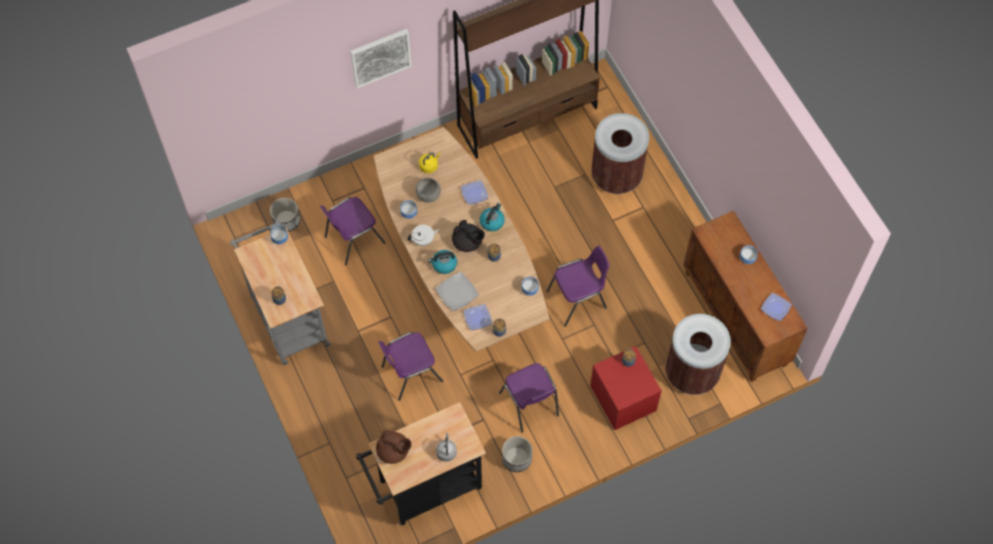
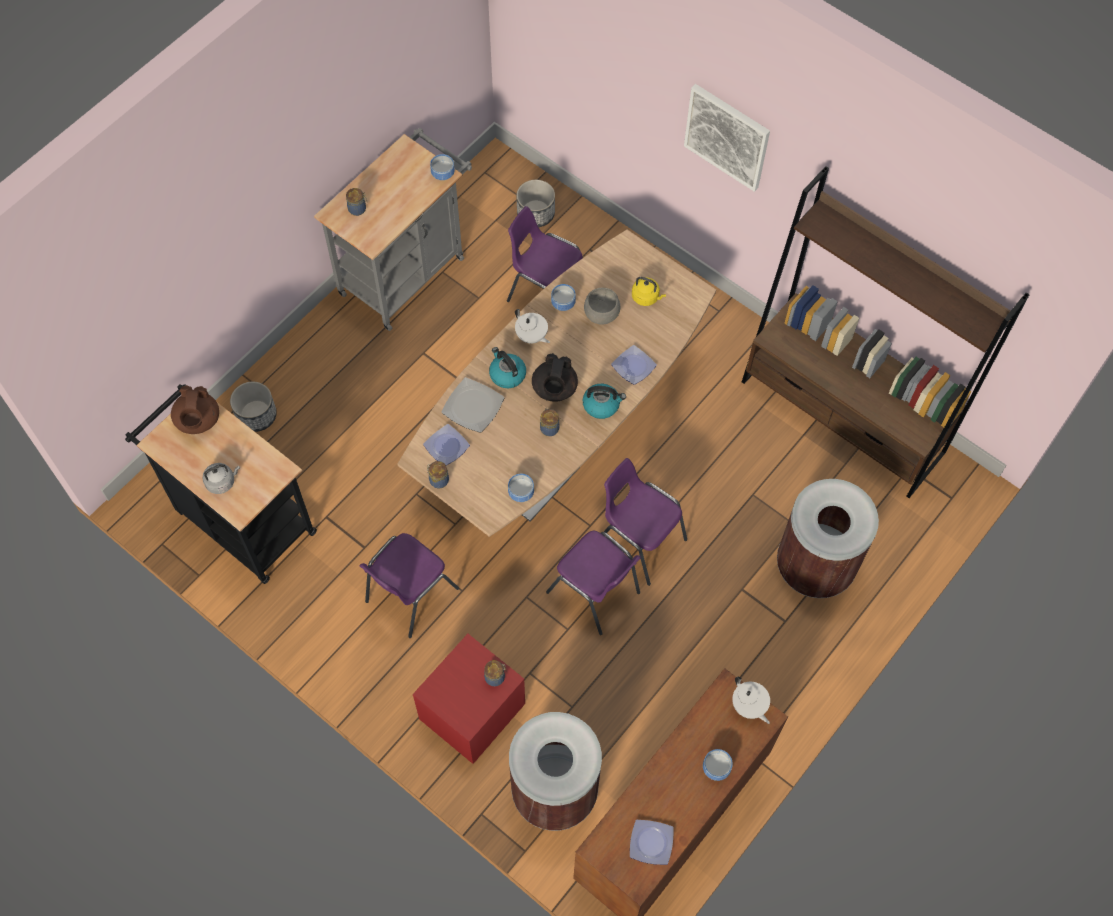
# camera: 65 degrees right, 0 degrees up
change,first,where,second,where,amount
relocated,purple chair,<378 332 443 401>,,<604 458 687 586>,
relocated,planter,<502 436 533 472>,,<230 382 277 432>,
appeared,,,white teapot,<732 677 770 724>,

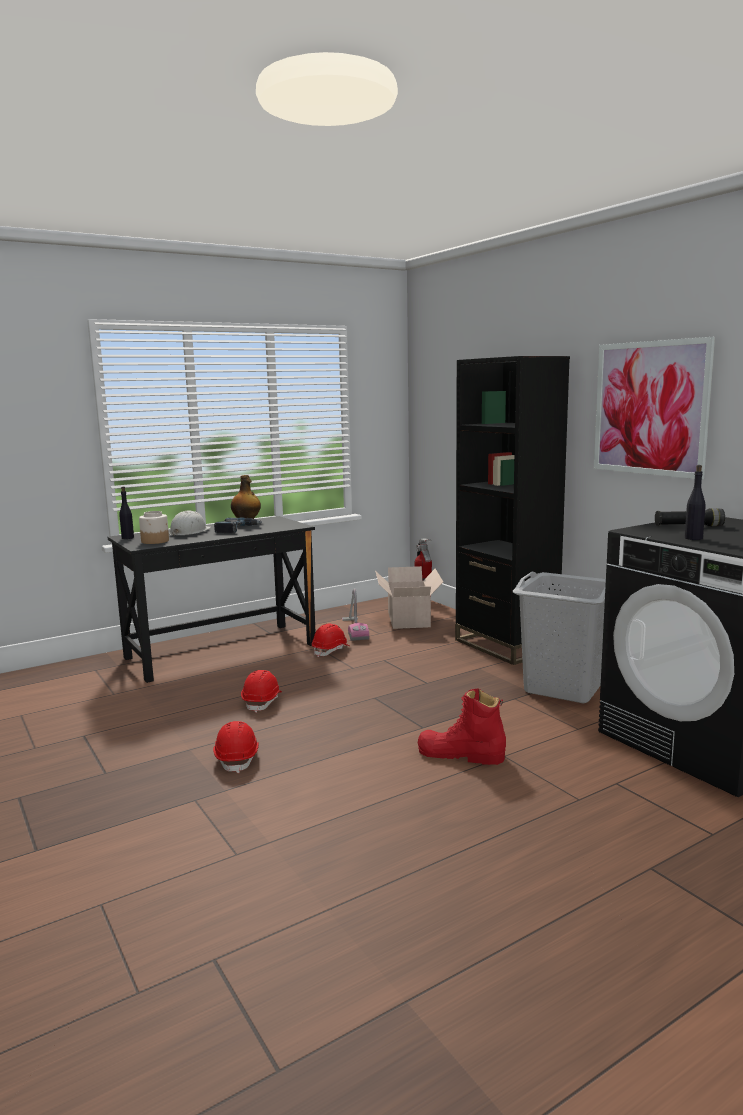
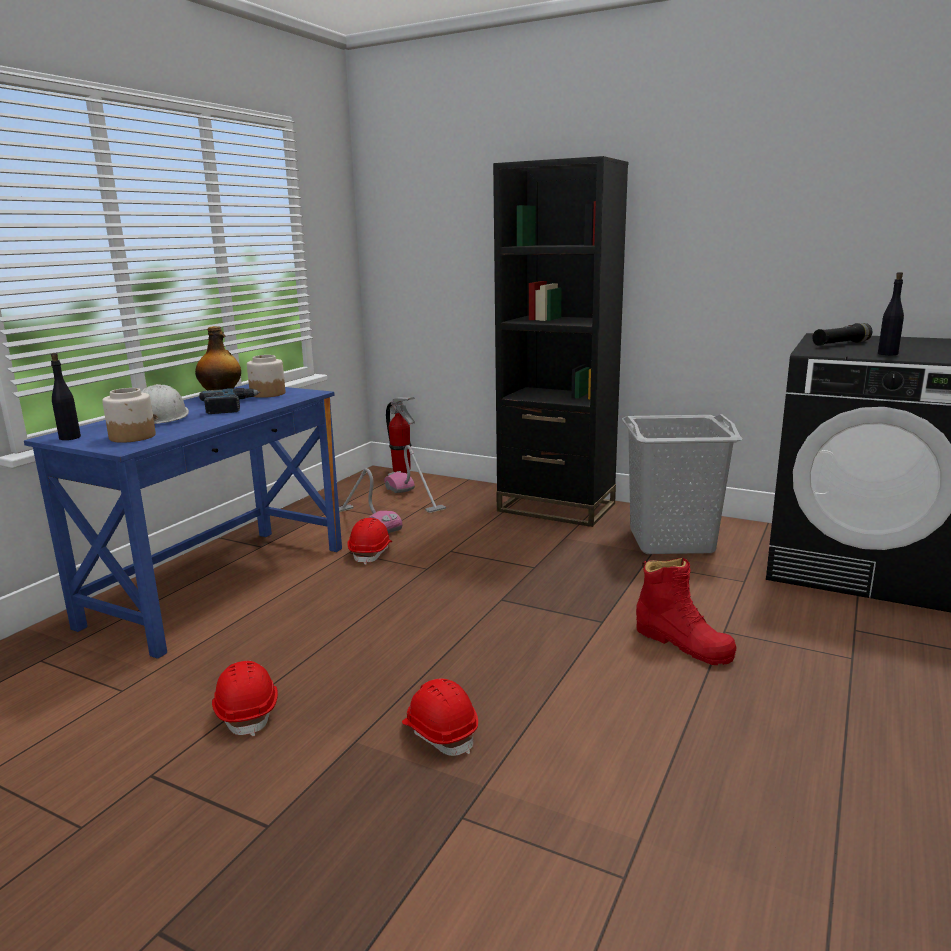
# camera: 30 degrees left, 5 degrees up
change,first,where,second,where,amount
colour,black desk,<108 516 316 683>,blue desk,<24 384 342 659>,
relocated,red hard hat,<241 670 282 713>,,<212 661 278 737>,
exchanged,cardboard box,<375 566 443 629>,vacuum cleaner,<384 445 446 513>,
spun,red boot,<418 688 506 765>,,<636 558 736 665>,120 degrees counterclockwise
missing,picture,<594 337 715 479>,,,
appeared,,,jar,<247 355 285 398>,

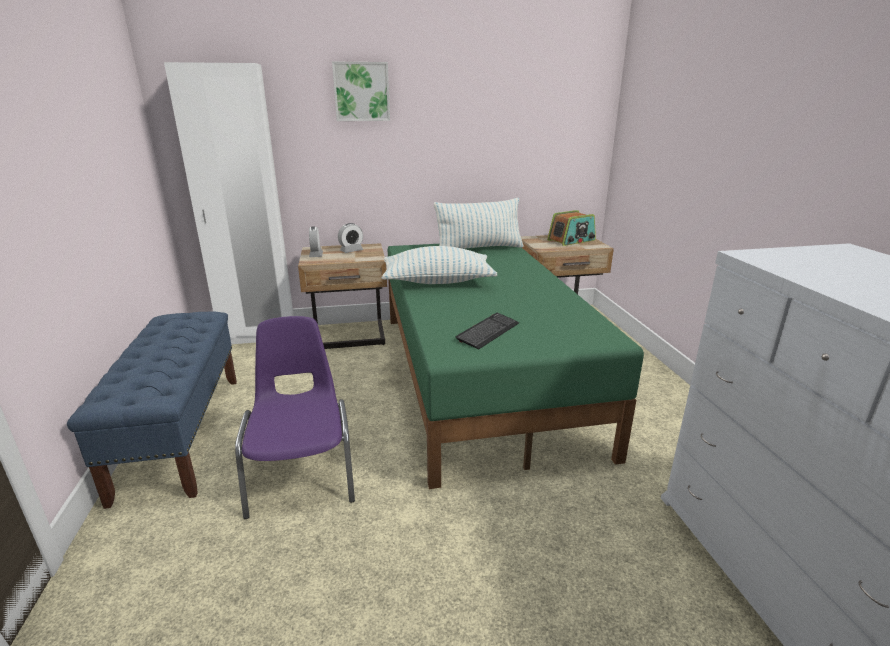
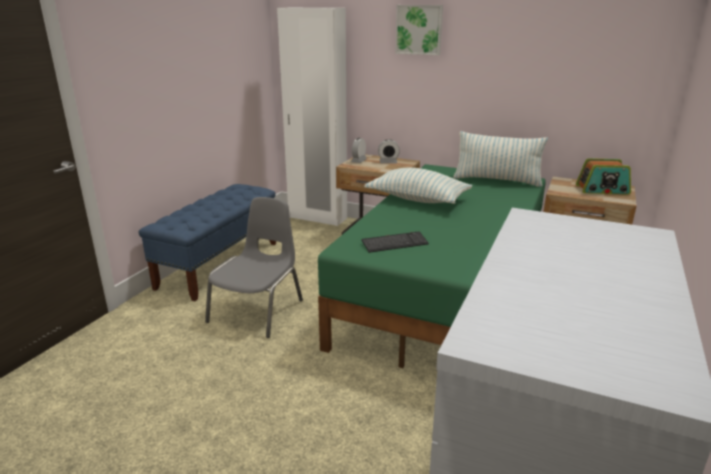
# camera: 35 degrees right, 0 degrees up
change,first,where,second,where,amount
colour,purple chair,<235 316 355 519>,grey chair,<205 197 303 338>,

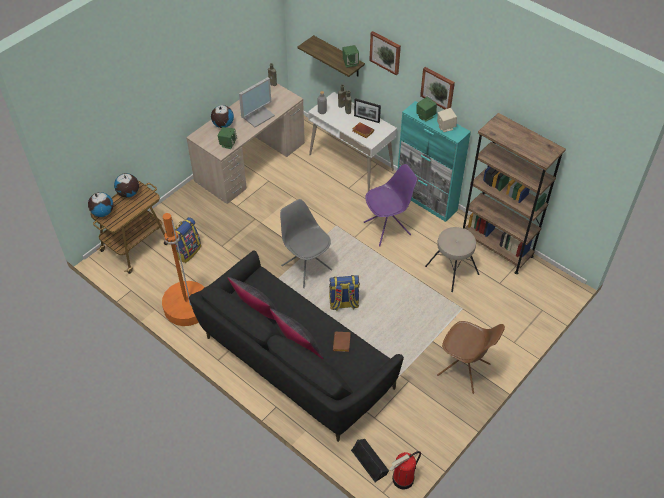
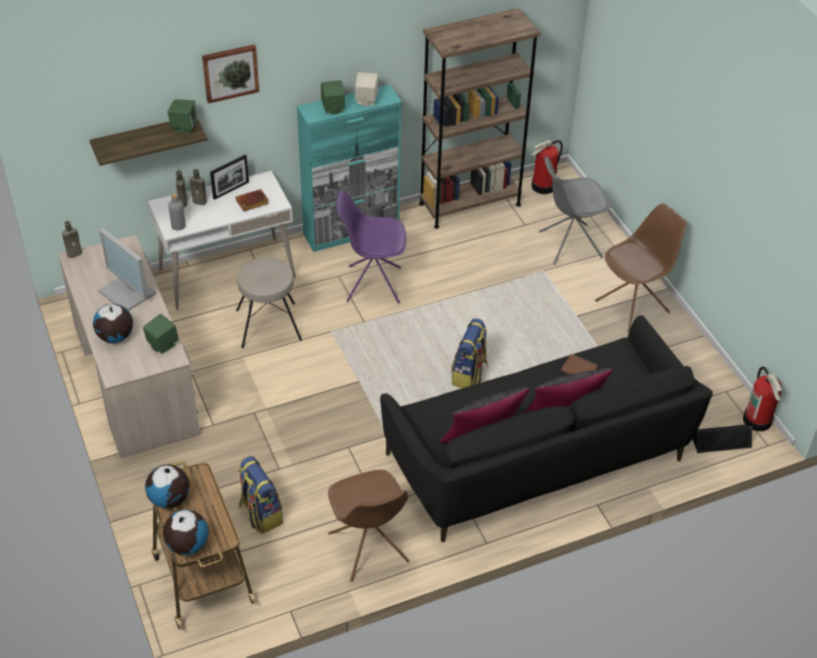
# camera: 65 degrees left, 5 degrees down
change,first,where,second,where,amount
exchanged,orange floor lamp,<162 213 205 326>,brown chair,<328 470 410 582>,
spun,monitor,<239 77 275 127>,,<99 228 156 311>,150 degrees clockwise
relocated,grey chair,<280 199 332 288>,,<539 157 610 265>,
spun,purple chair,<364 164 417 246>,,<337 190 407 304>,90 degrees counterclockwise
missing,picture,<420 67 455 109>,,,
relocated,beige stool,<425 227 479 292>,,<236 257 302 348>,
appeared,,,fire extinguisher,<531 140 563 194>,

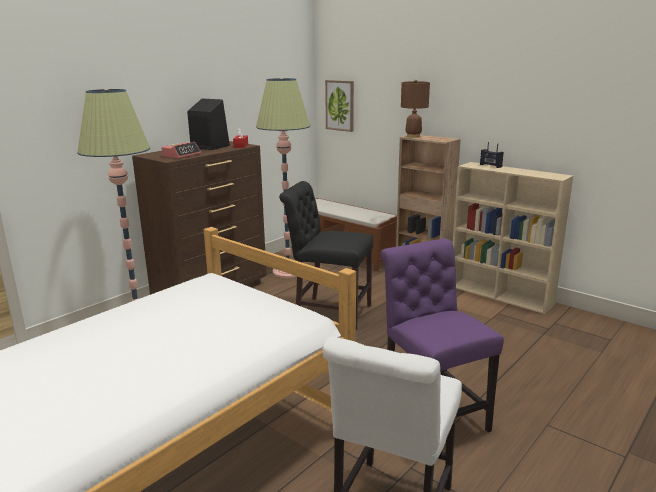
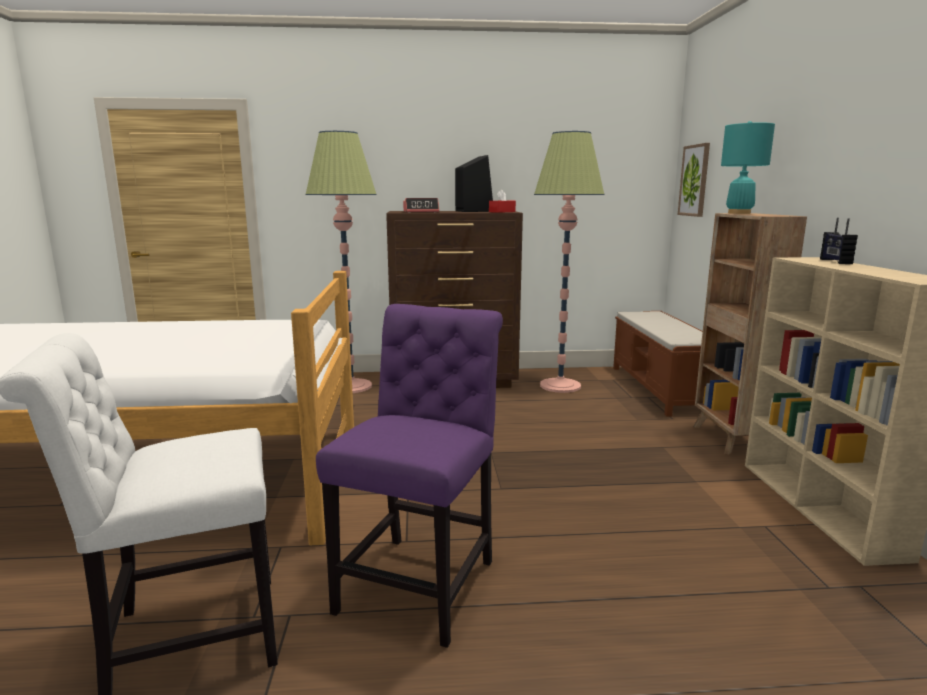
# camera: 45 degrees right, 5 degrees down
change,first,where,second,where,amount
missing,black chair,<279 181 373 330>,,,
colour,brown table lamp,<401 80 430 137>,turquoise table lamp,<721 121 775 214>,

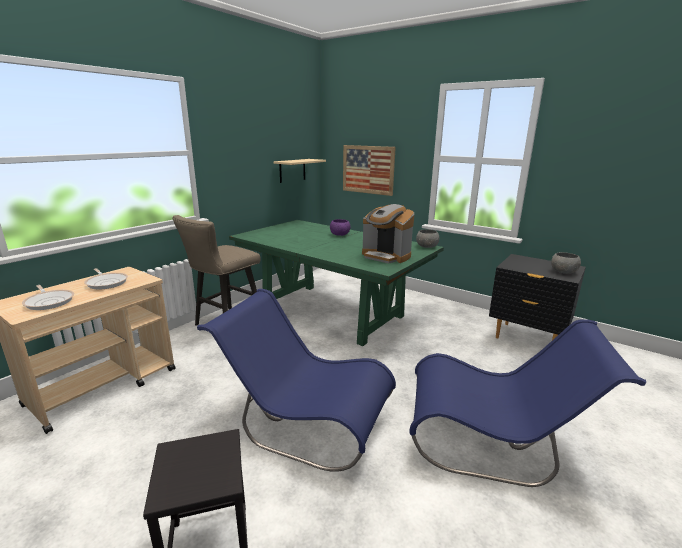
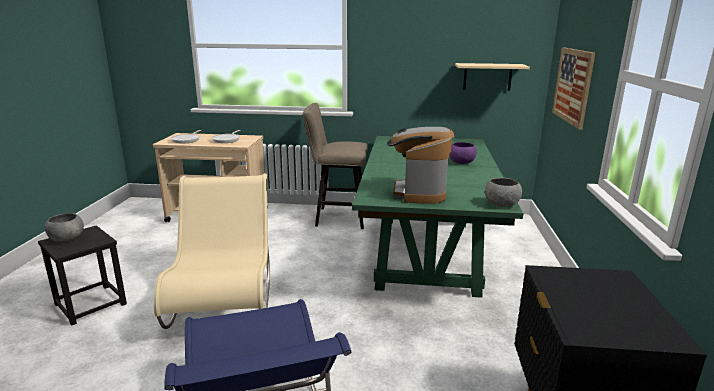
# camera: 60 degrees right, 0 degrees up
change,first,where,second,where,amount
colour,blue chair,<197 289 396 472>,beige chair,<154 173 270 329>,
relocated,grey bowl,<551 252 581 274>,,<45 213 84 242>,

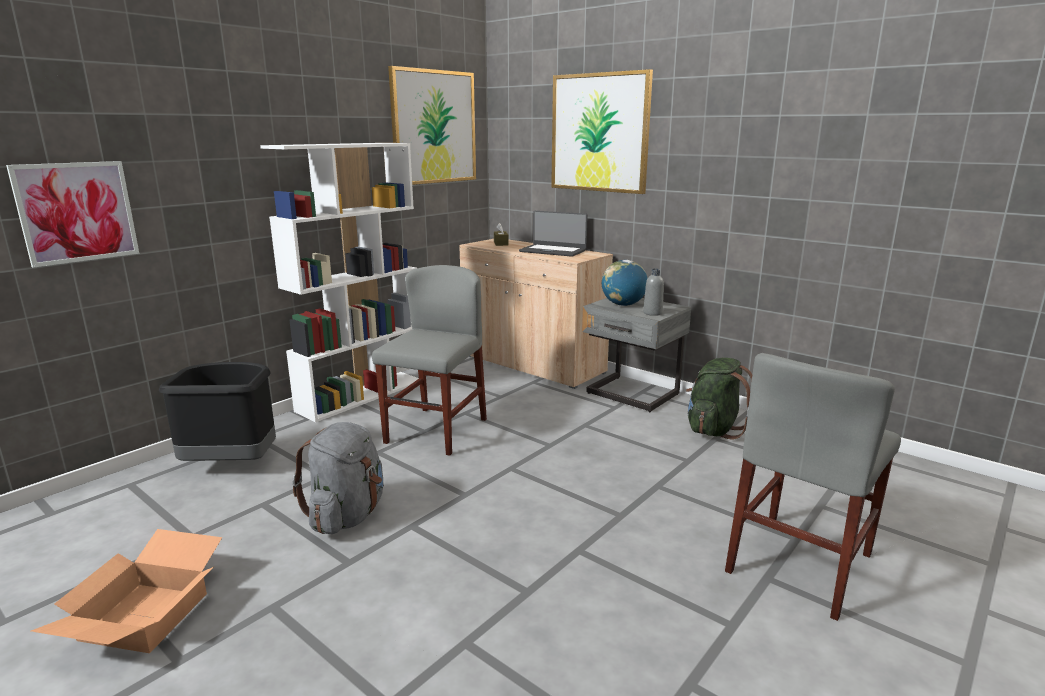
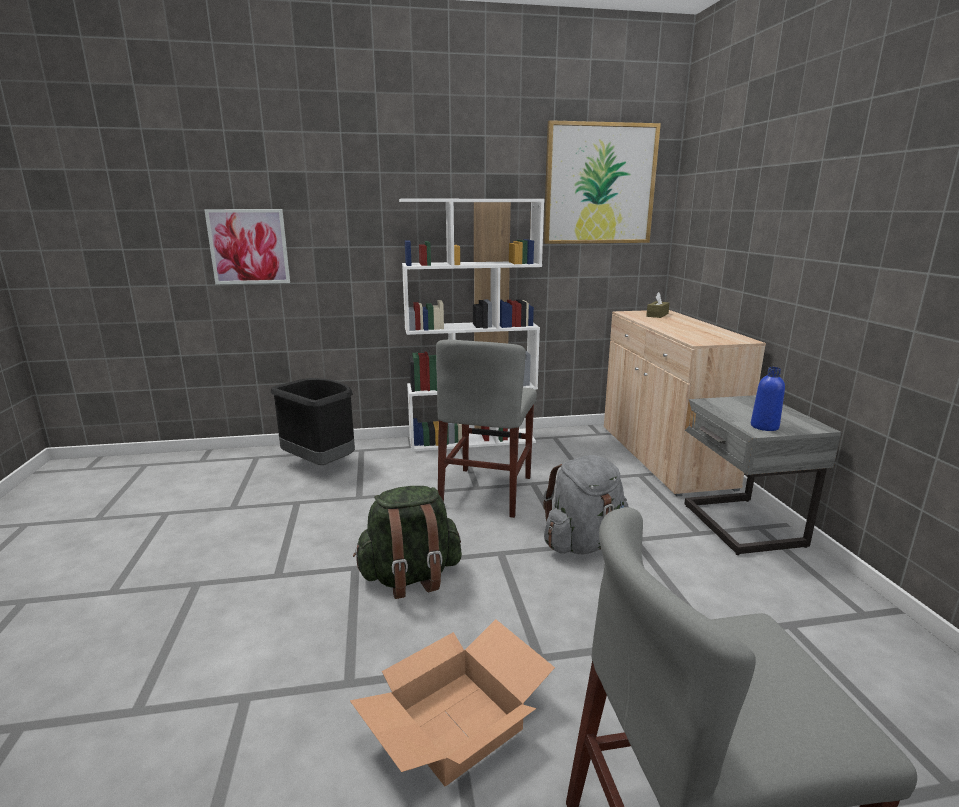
# camera: 40 degrees right, 0 degrees up
change,first,where,second,where,amount
relocated,cardboard box,<31 529 222 653>,,<350 619 555 786>,
relocated,grey backpack,<292 422 384 534>,,<543 455 628 554>,
spun,grey chair,<372 265 487 456>,,<436 340 537 518>,135 degrees clockwise
missing,laptop,<519 211 588 257>,,,
missing,picture,<551 69 653 194>,,,
missing,globe,<602 260 648 306>,,,
colour,grey bottle,<643 269 664 316>,blue bottle,<751 367 785 431>,
relocated,green backpack,<686 358 752 439>,,<353 486 462 599>,

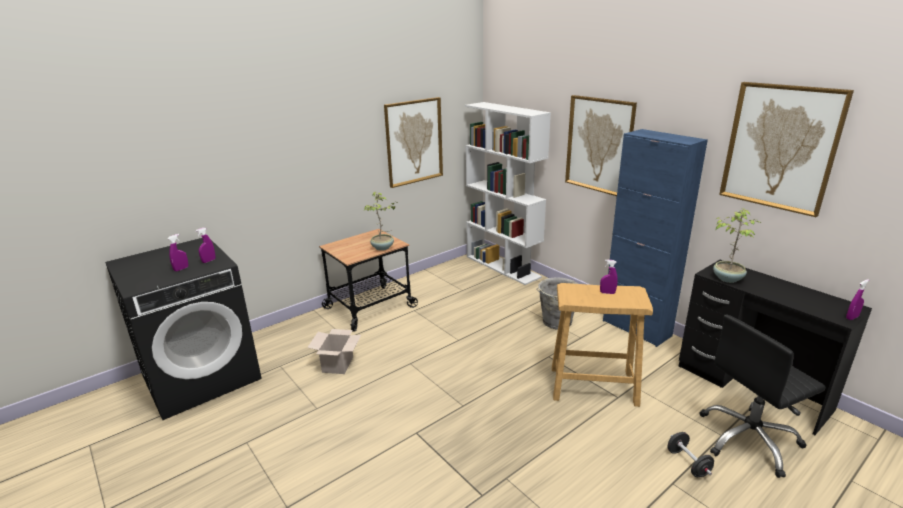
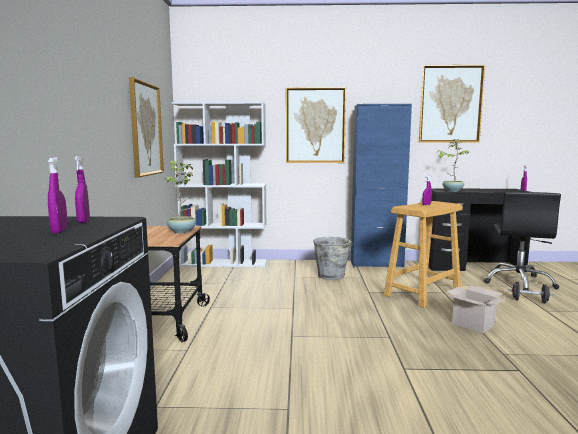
# camera: 50 degrees left, 15 degrees down
change,first,where,second,where,amount
relocated,cardboard box,<307 329 361 374>,,<447 286 506 333>,

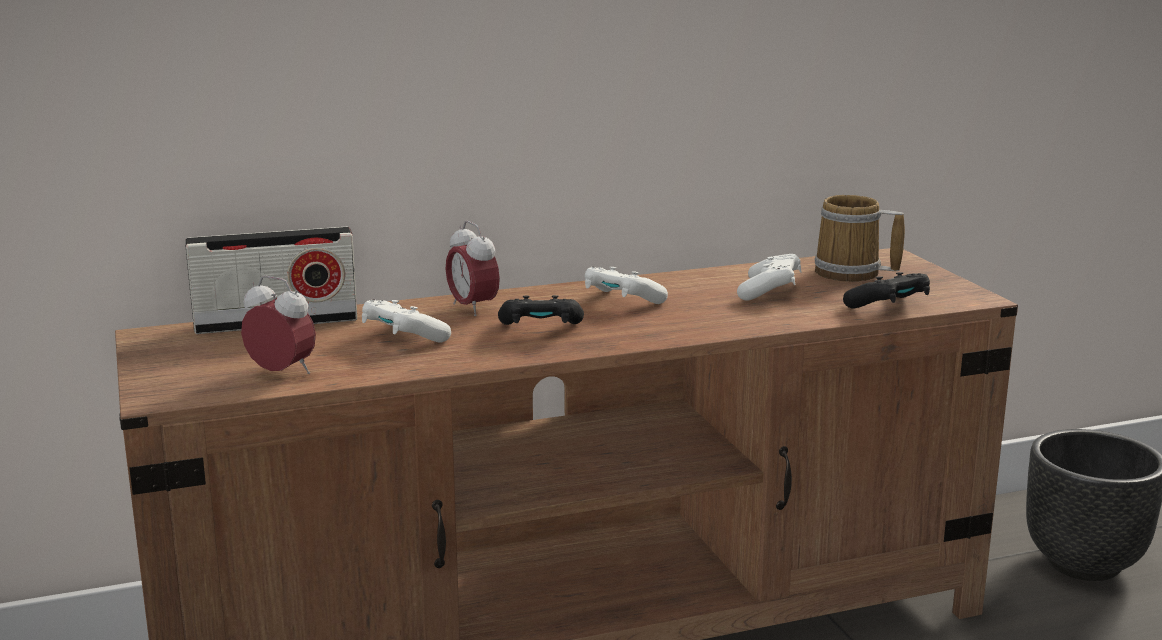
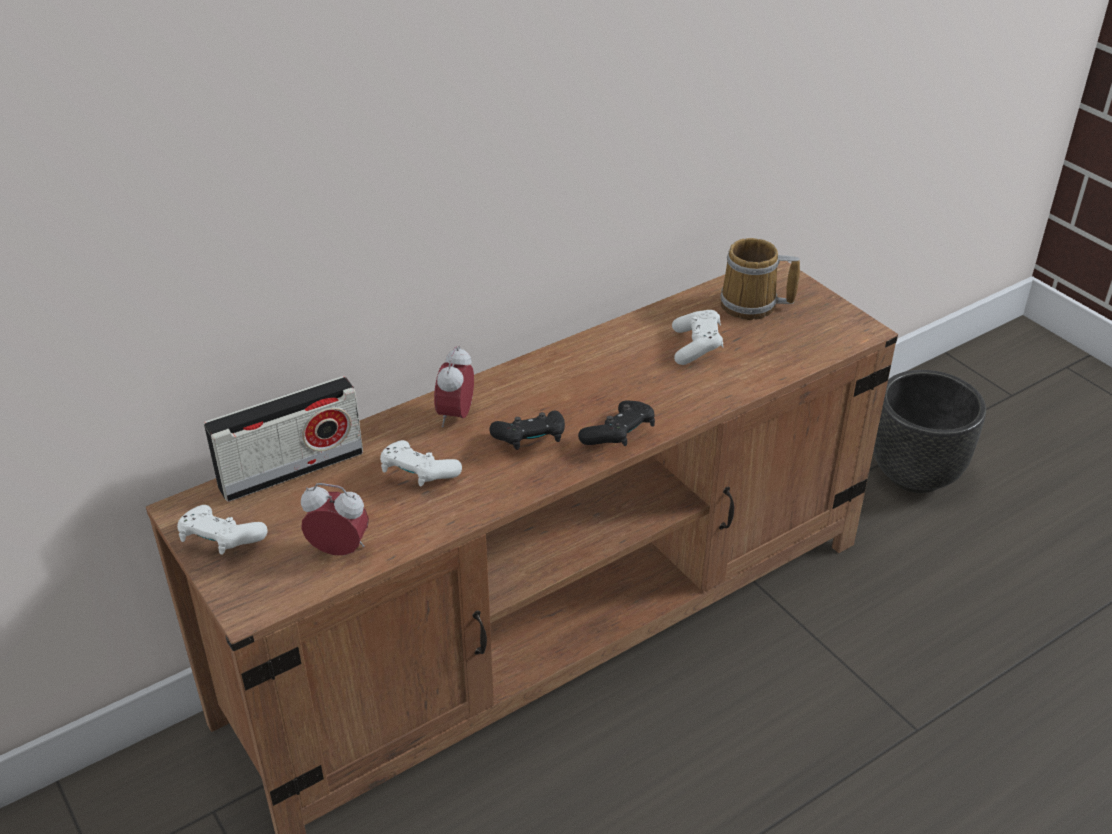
# camera: 15 degrees left, 20 degrees up
change,first,where,second,where,amount
spun,alarm clock,<446 221 500 317>,,<434 346 474 427>,60 degrees clockwise
relocated,white game controller,<585 267 668 304>,,<177 505 268 555>,
relocated,black game controller,<843 272 930 309>,,<578 400 655 446>,

